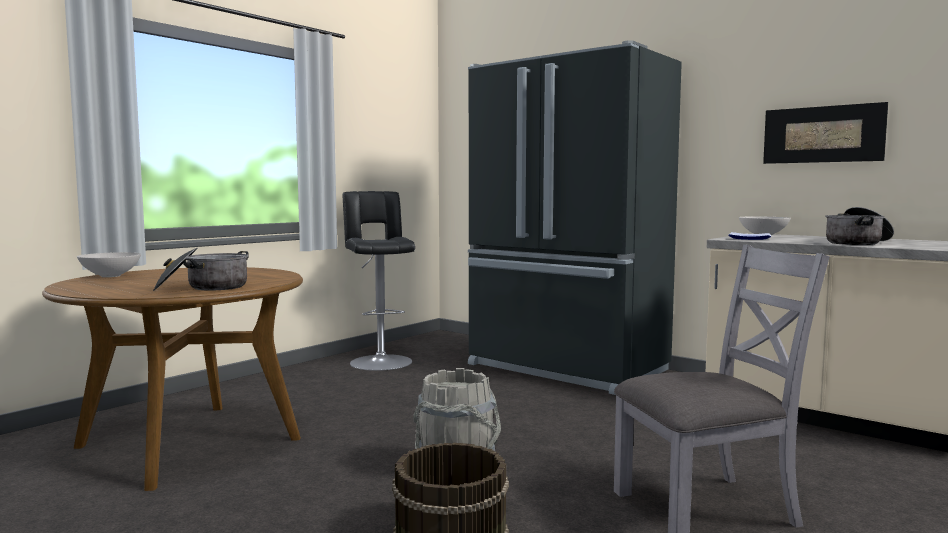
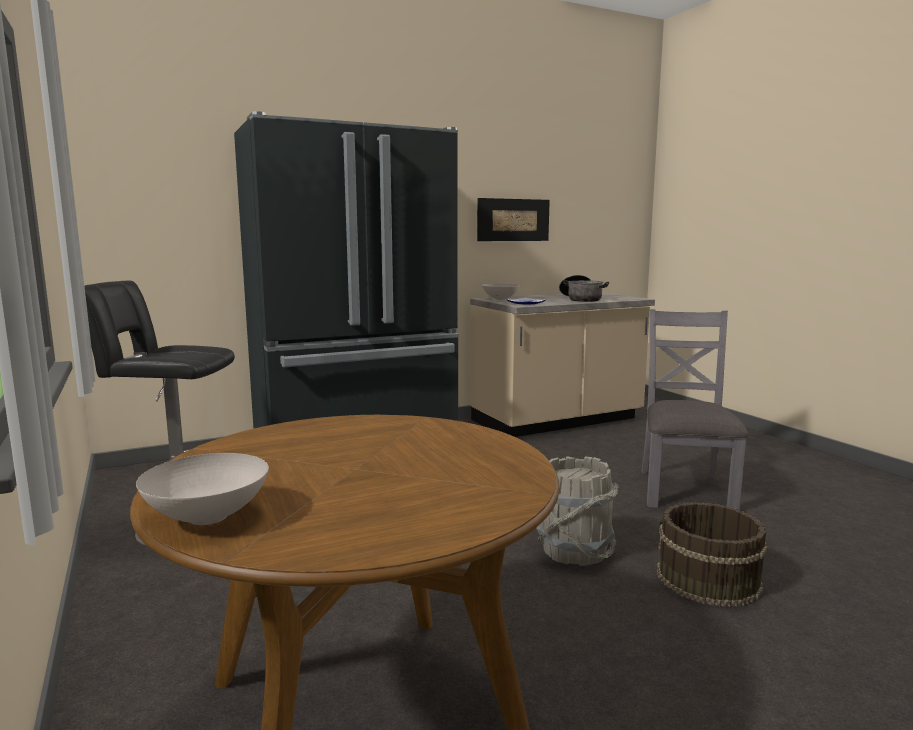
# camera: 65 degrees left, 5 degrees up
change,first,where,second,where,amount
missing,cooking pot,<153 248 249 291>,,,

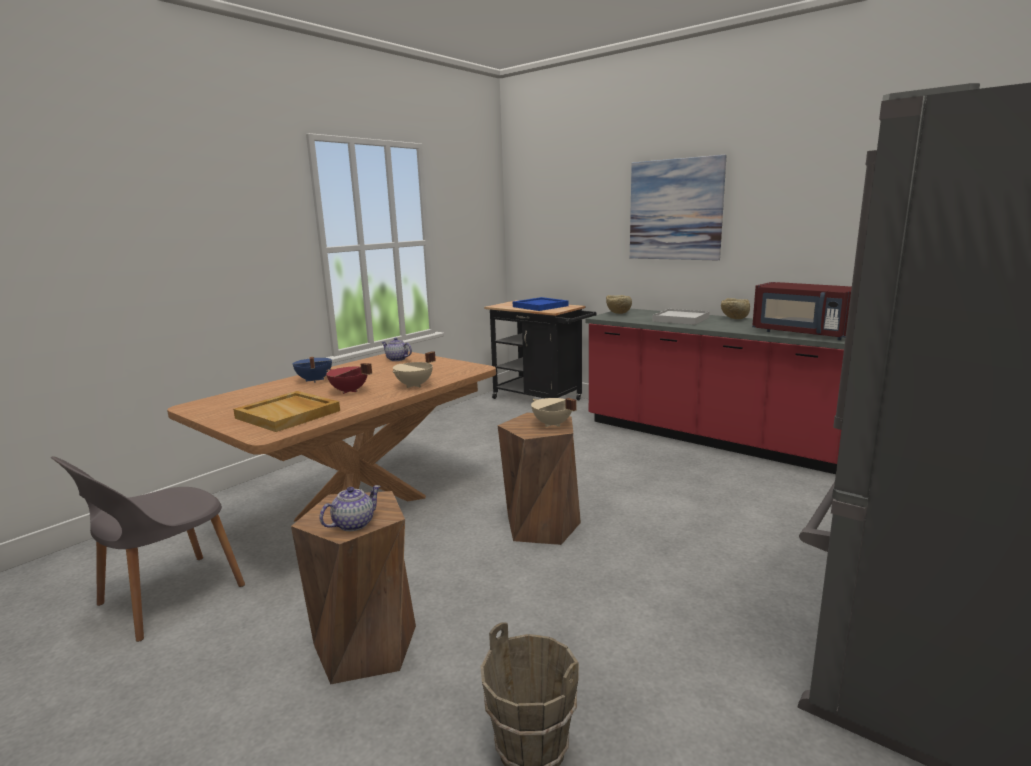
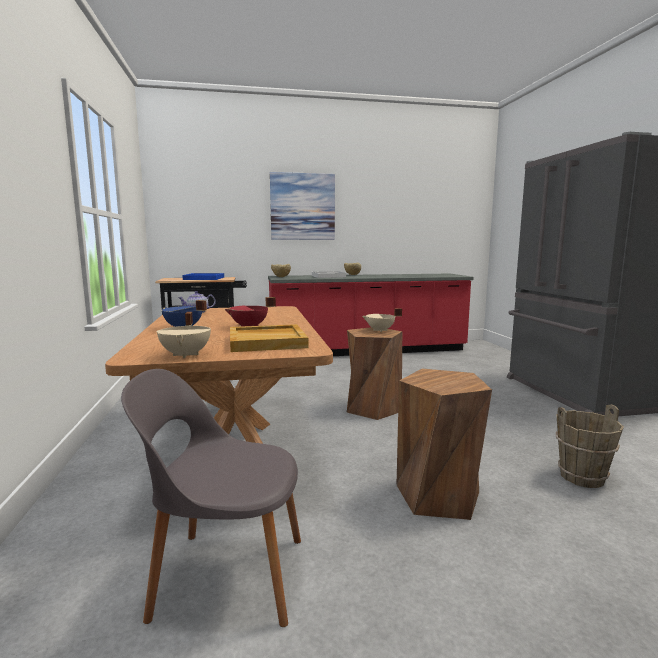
# camera: 50 degrees left, 5 degrees down
change,first,where,second,where,amount
spun,grey chair,<51 456 245 642>,,<121 369 301 627>,105 degrees clockwise
missing,teapot,<319 485 381 531>,,,
relocated,beige cooking pot,<392 351 436 388>,,<156 312 211 358>,
missing,red microwave,<752 282 852 340>,,,

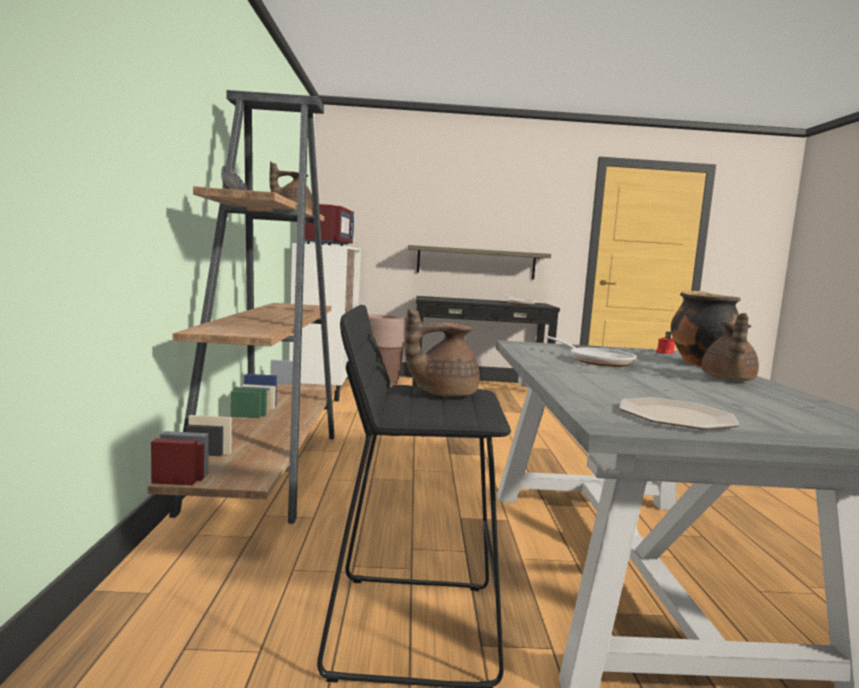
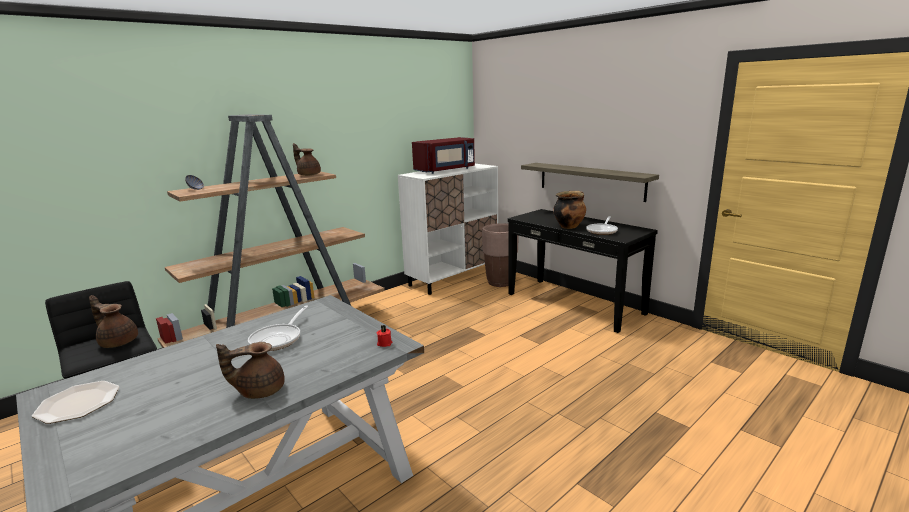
# camera: 50 degrees right, 10 degrees up
change,first,where,second,where,amount
relocated,cooking pot,<671 291 741 366>,,<554 191 586 229>,

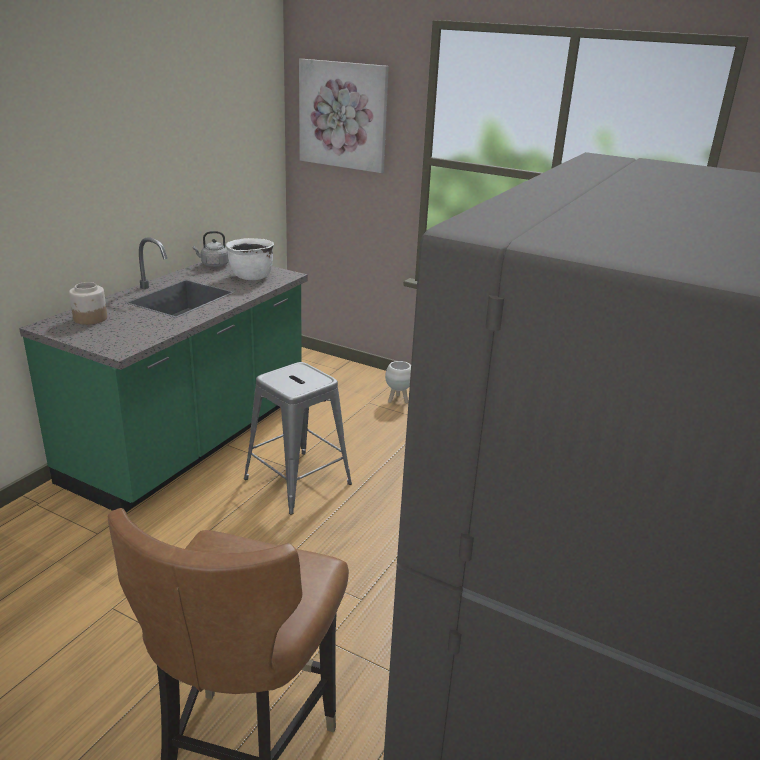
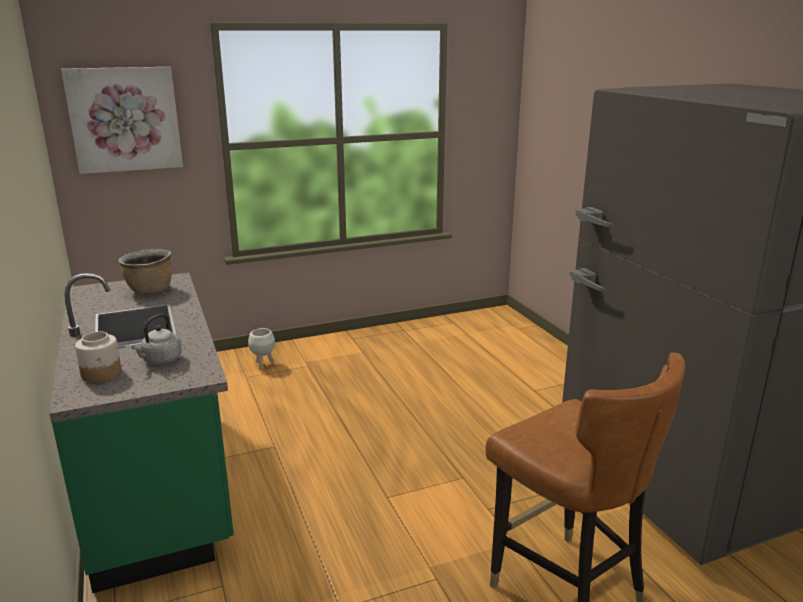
# camera: 50 degrees left, 5 degrees down
change,first,where,second,where,amount
relocated,grey kettle,<192 231 229 267>,,<131 314 182 365>,
colour,white cooking pot,<226 238 274 280>,brown cooking pot,<118 249 172 294>,
missing,grey stool,<244 362 352 515>,,,

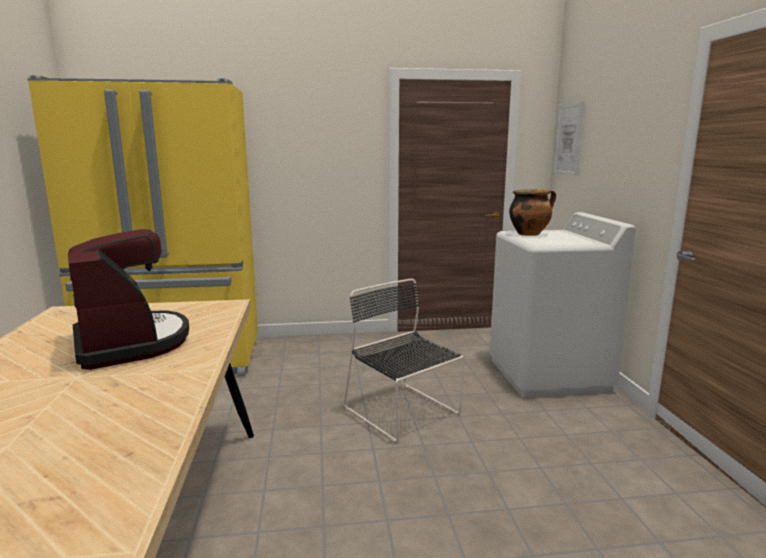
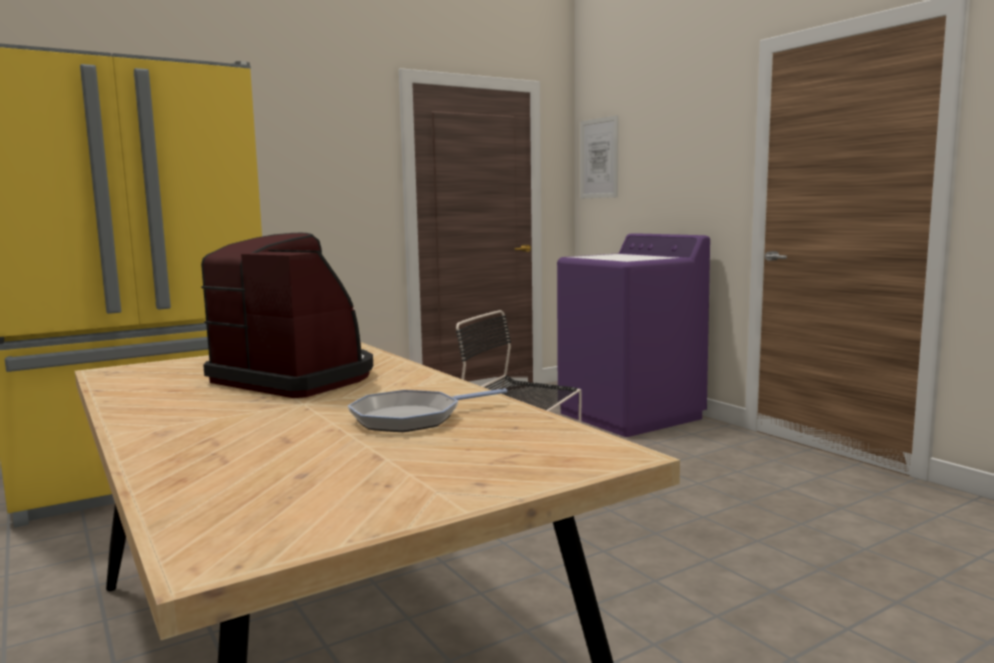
# camera: 25 degrees left, 5 degrees down
change,first,where,second,where,amount
colour,white washing machine,<490 212 636 398>,purple washing machine,<557 233 710 437>,
missing,cooking pot,<509 189 556 236>,,,
appeared,,,frying pan,<348 388 507 432>,

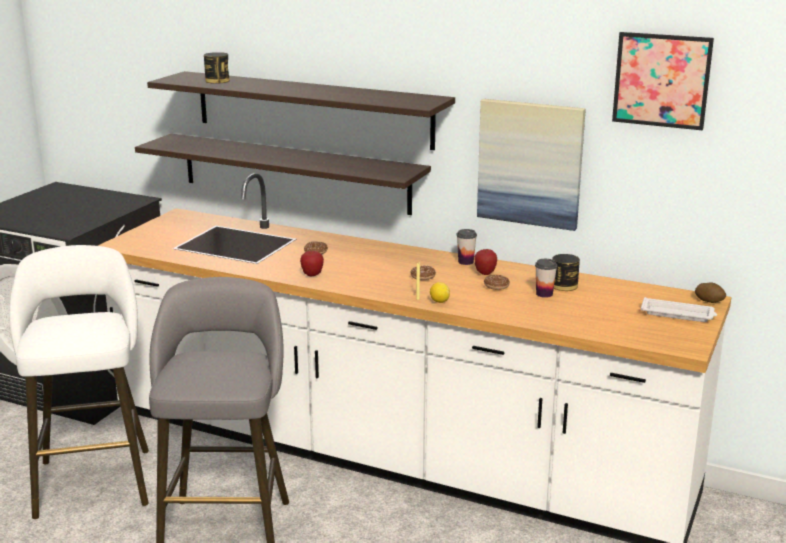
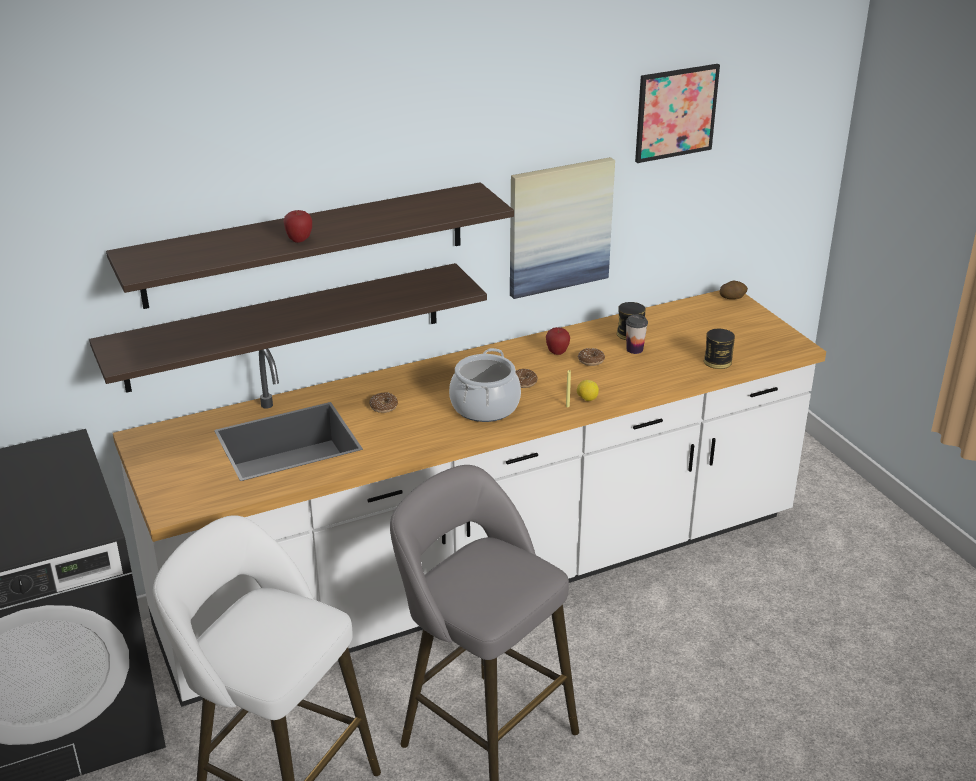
# camera: 50 degrees left, 10 degrees up
change,first,where,second,where,amount
relocated,can,<204 52 230 84>,,<704 329 735 369>,
relocated,apple,<300 251 324 276>,,<283 210 312 243>,
missing,cup,<457 229 477 265>,,,
missing,white tray,<641 297 717 322>,,,
appeared,,,cooking pot,<449 348 521 422>,

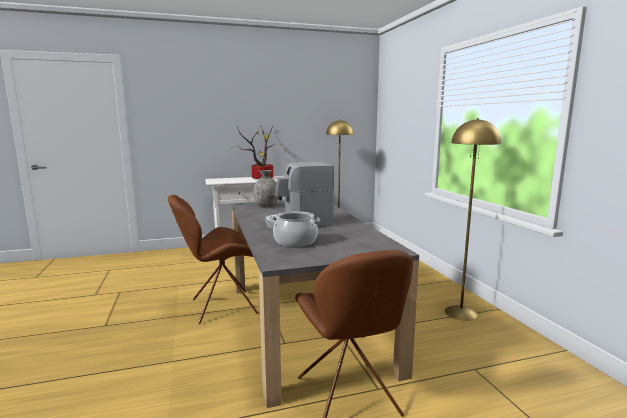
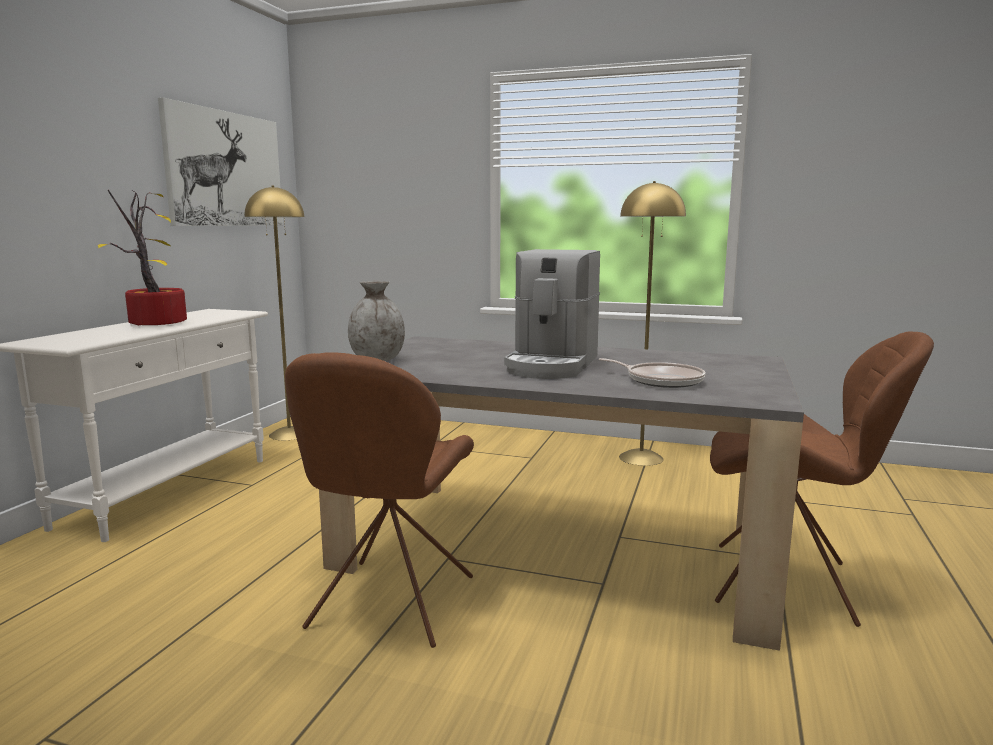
# camera: 55 degrees left, 0 degrees up
change,first,where,second,where,amount
exchanged,cooking pot,<270 211 320 247>,frying pan,<599 358 706 388>,
appeared,,,picture,<158 97 283 226>,

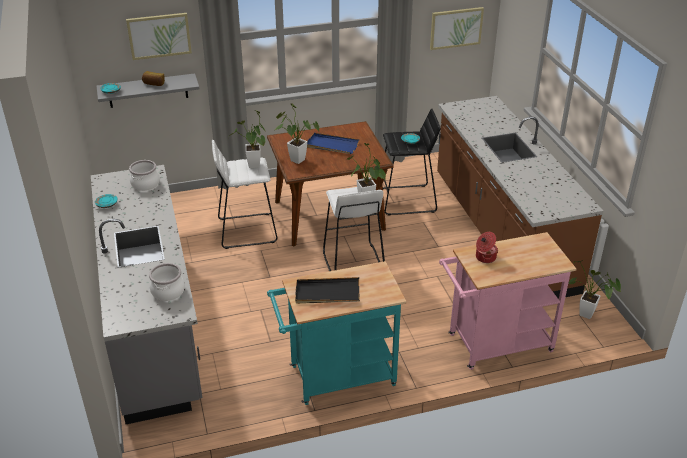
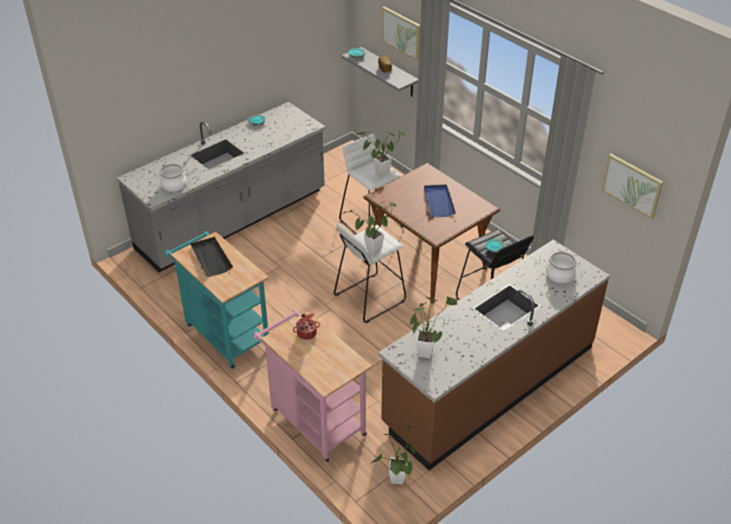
# camera: 65 degrees right, 5 degrees up
change,first,where,second,where,amount
relocated,cooking pot,<129 160 160 191>,,<546 251 578 283>,
relocated,potted plant,<275 103 319 164>,,<409 297 458 358>,

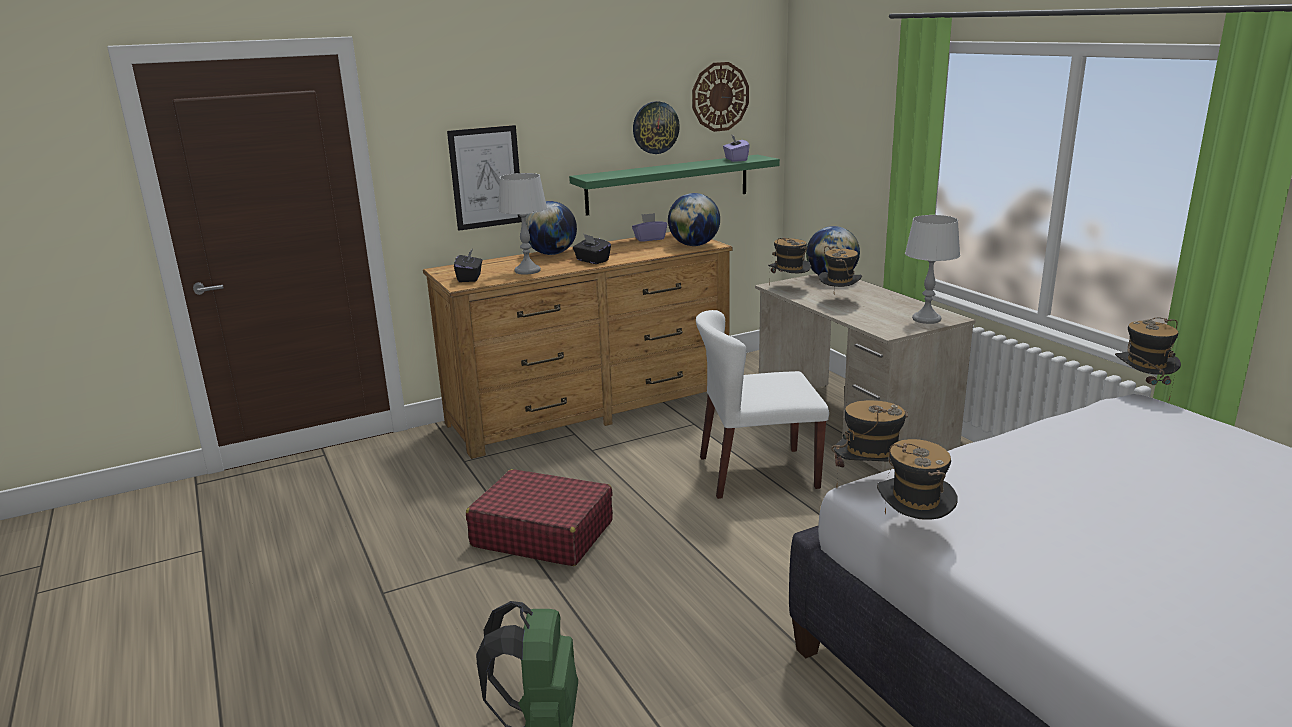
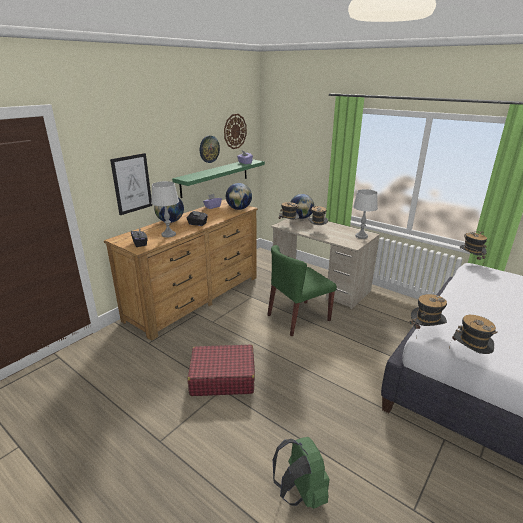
# camera: 25 degrees left, 5 degrees up
change,first,where,second,where,amount
colour,white chair,<696 310 829 499>,green chair,<268 245 337 336>,

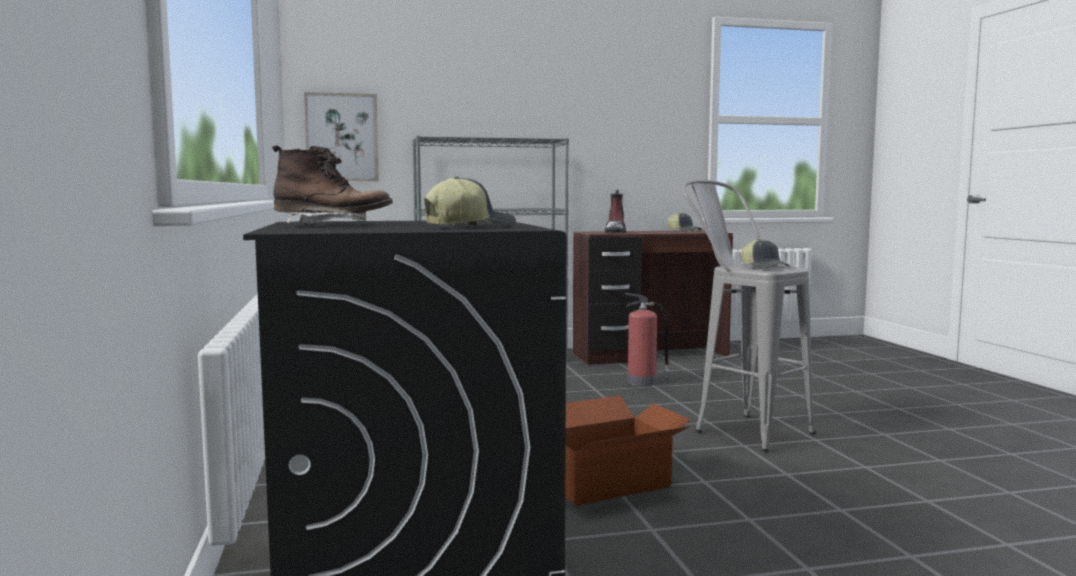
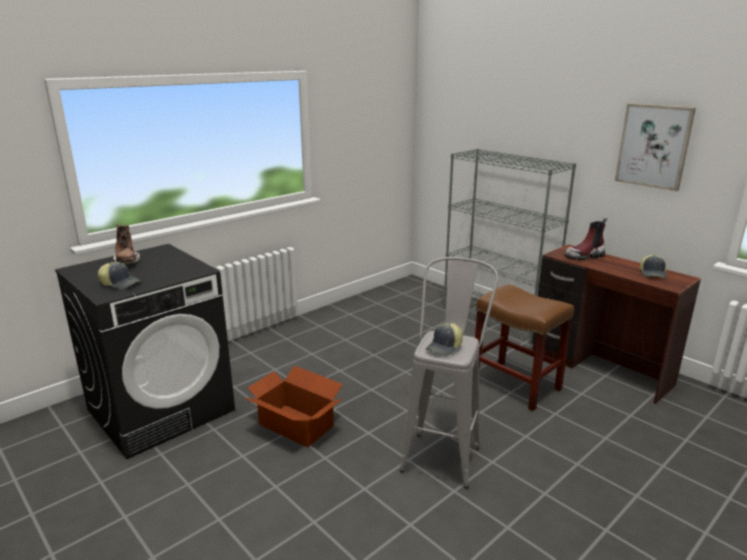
# camera: 60 degrees right, 15 degrees up
change,first,where,second,where,amount
relocated,picture,<304 92 379 181>,,<615 103 696 191>,
exchanged,fire extinguisher,<626 293 670 386>,brown stool,<475 284 574 411>,

